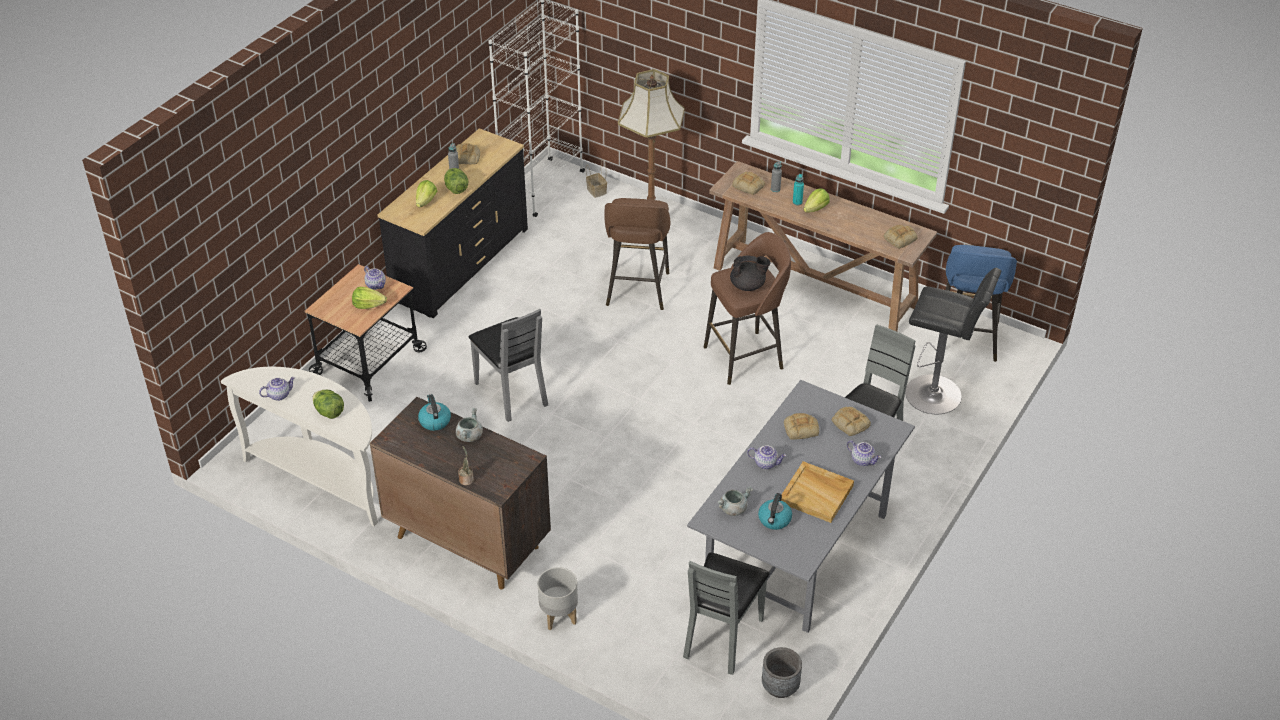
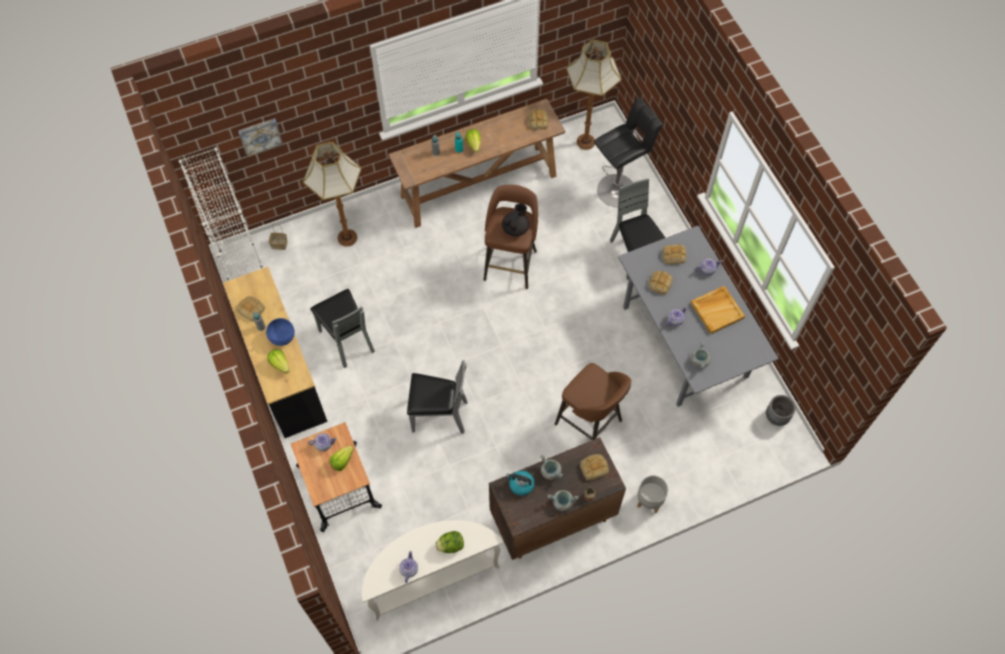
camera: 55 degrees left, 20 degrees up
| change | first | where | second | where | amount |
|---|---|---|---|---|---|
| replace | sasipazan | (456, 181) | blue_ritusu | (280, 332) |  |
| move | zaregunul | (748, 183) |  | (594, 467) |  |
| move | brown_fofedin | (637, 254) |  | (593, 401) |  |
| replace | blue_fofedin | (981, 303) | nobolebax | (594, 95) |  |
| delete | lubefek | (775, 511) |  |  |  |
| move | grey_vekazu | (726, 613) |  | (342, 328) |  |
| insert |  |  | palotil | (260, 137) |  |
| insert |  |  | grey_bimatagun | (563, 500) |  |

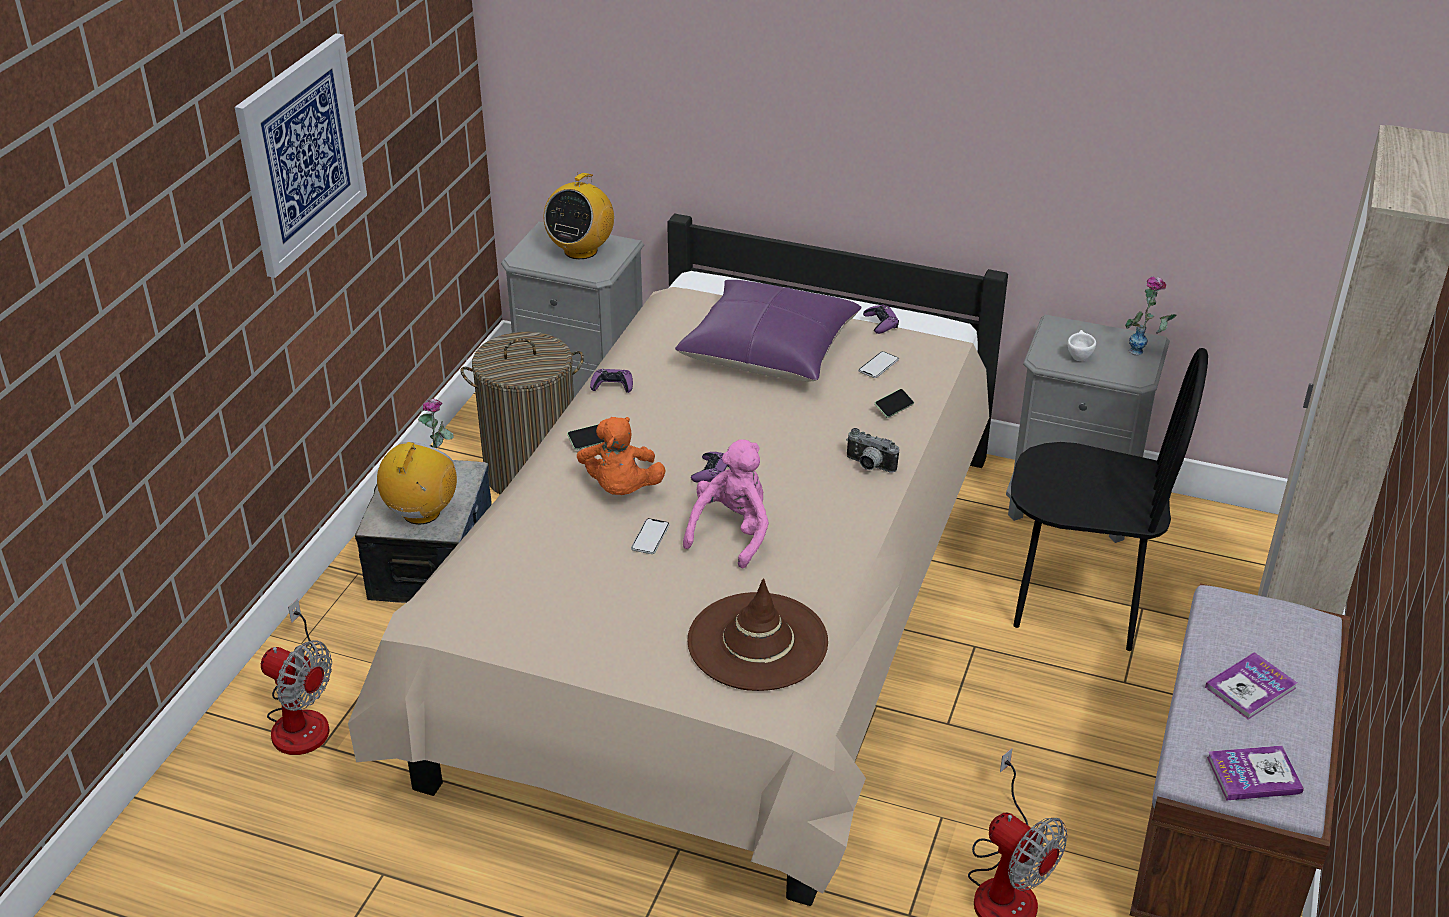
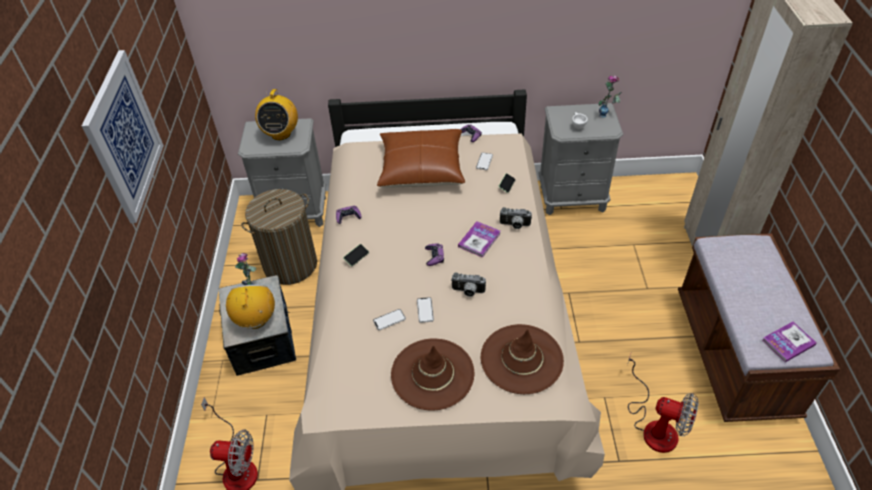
camera: 20 degrees left, 10 degrees up
| change | first | where | second | where | amount |
|---|---|---|---|---|---|
| recolor | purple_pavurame | (768, 331) | brown_pavurame | (421, 158) |  |
| delete | black_vekazu | (1109, 499) |  |  |  |
| delete | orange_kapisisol | (621, 456) |  |  |  |
| replace | pink_kapisisol | (726, 504) | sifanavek | (468, 284) |  |
| move | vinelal | (1251, 685) |  | (479, 239) |  |
| insert |  |  | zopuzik | (389, 319) |  |
| insert |  |  | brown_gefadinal | (432, 375) |  |

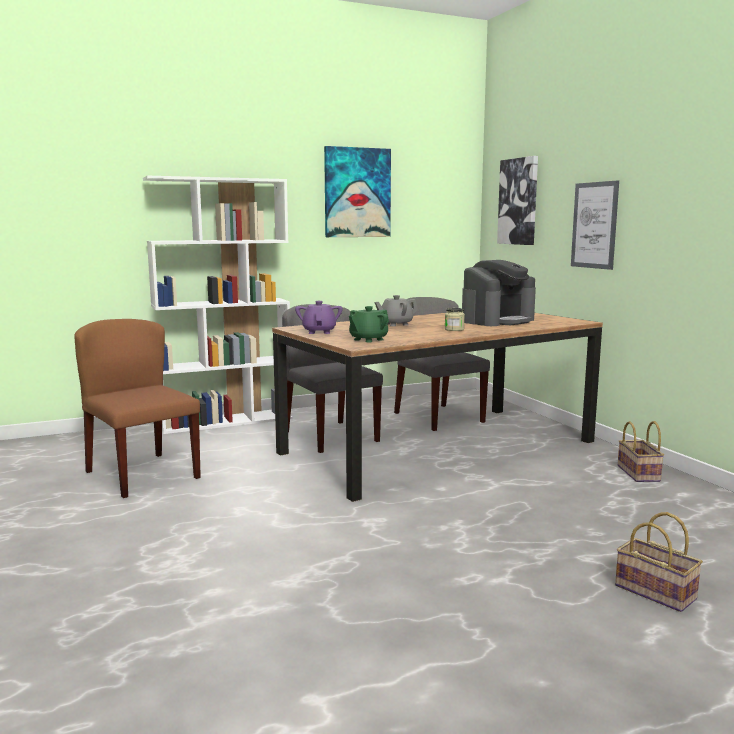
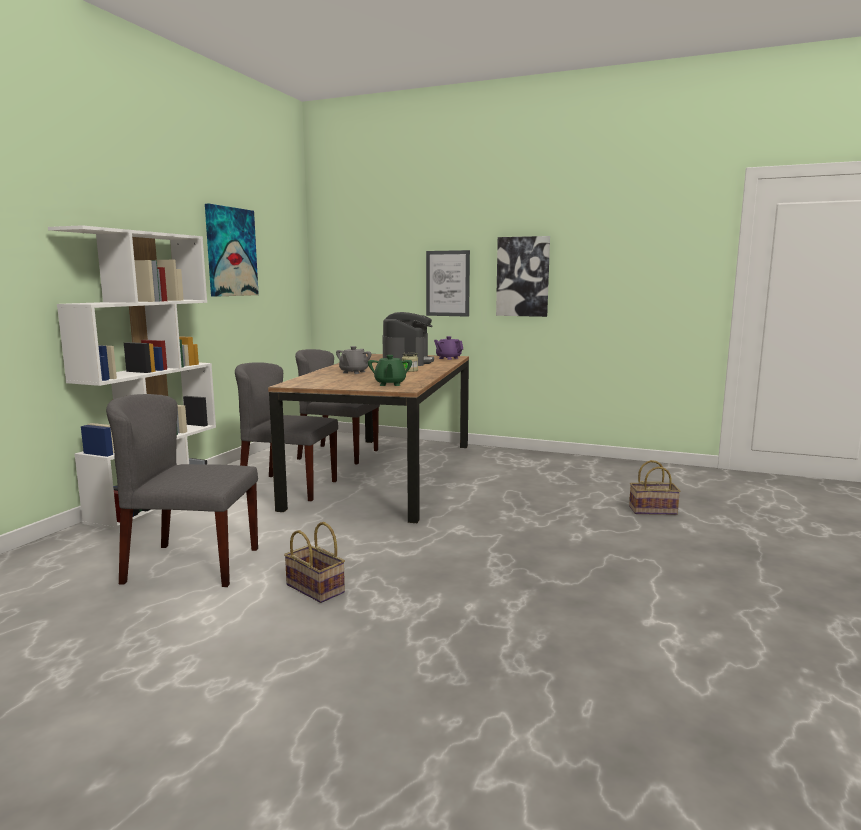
camera: 45 degrees left, 0 degrees up
| change | first | where | second | where | amount |
|---|---|---|---|---|---|
| move | palotil | (517, 200) |  | (523, 276) |  |
| move | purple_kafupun | (319, 317) |  | (448, 348) |  |
| recolor | brown_vekazu | (137, 408) | grey_vekazu | (182, 490) |  |
| move | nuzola | (641, 451) |  | (314, 562) |  |

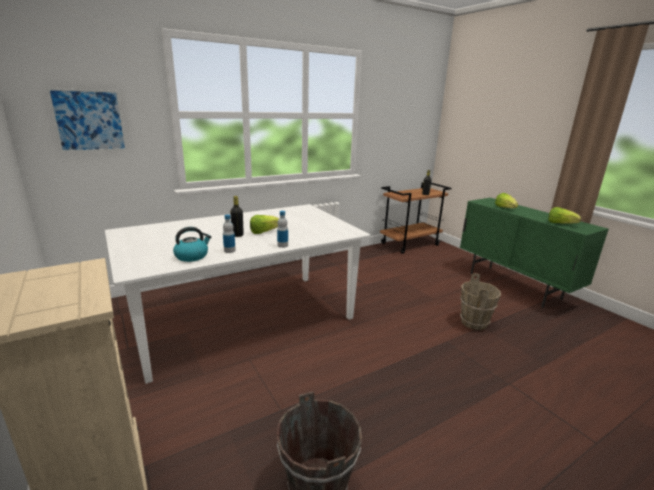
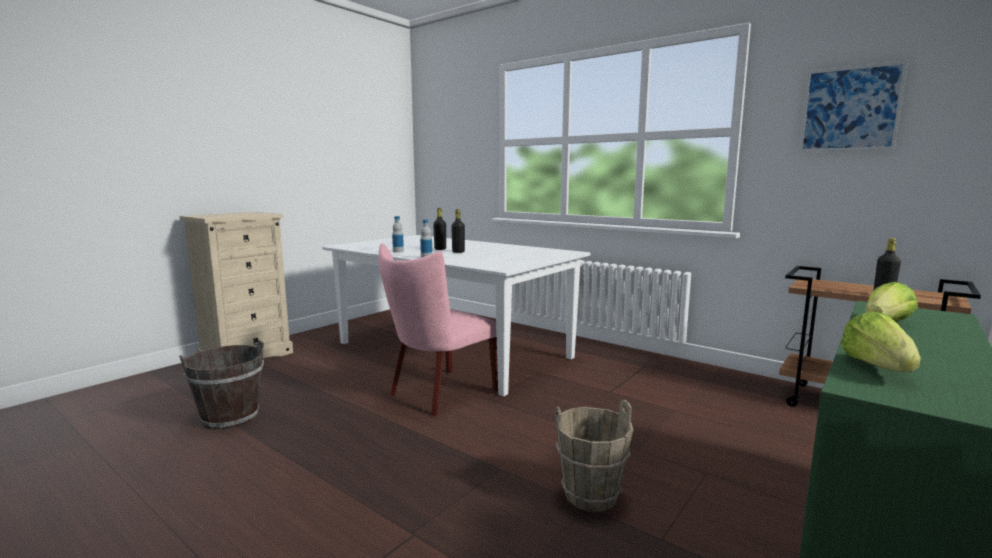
camera: 70 degrees right, 10 degrees down
| change | first | where | second | where | amount |
|---|---|---|---|---|---|
| move | palotil | (87, 120) |  | (853, 106) |  |
| replace | sasipazan | (264, 224) | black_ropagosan | (458, 231) |  |
| delete | lubefek | (192, 244) |  |  |  |
| insert |  |  | pink_vekazu | (438, 329) |  |

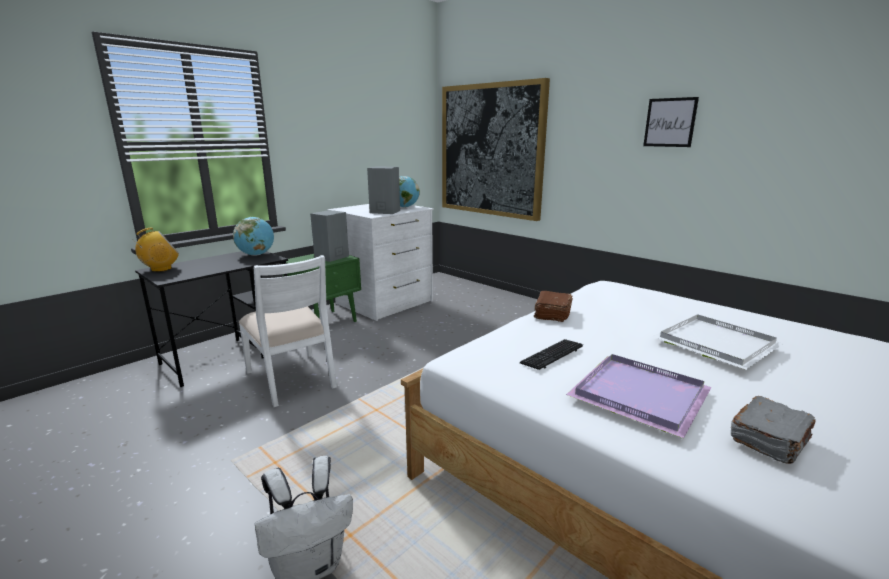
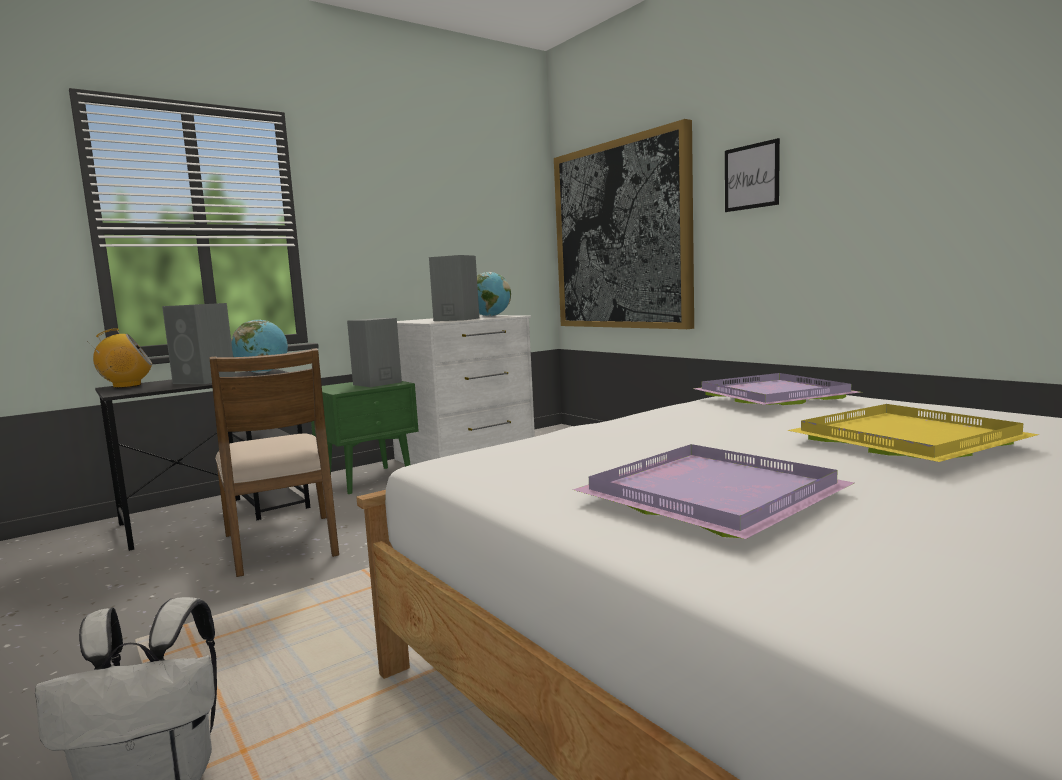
camera: 10 degrees right, 10 degrees down
| change | first | where | second | where | amount |
|---|---|---|---|---|---|
| move | palotil | (671, 122) |  | (752, 175) |  |
| recolor | white_vekazu | (288, 331) | brown_vekazu | (274, 462) |  |
| delete | brown_vinelal | (553, 306) |  |  |  |
| recolor | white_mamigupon | (717, 342) | yellow_mamigupon | (913, 433) |  |
| delete | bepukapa | (551, 354) |  |  |  |
| delete | grey_vinelal | (773, 430) |  |  |  |
| insert |  |  | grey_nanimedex | (199, 343) |  |
| insert |  |  | purple_mamigupon | (776, 389) |  |

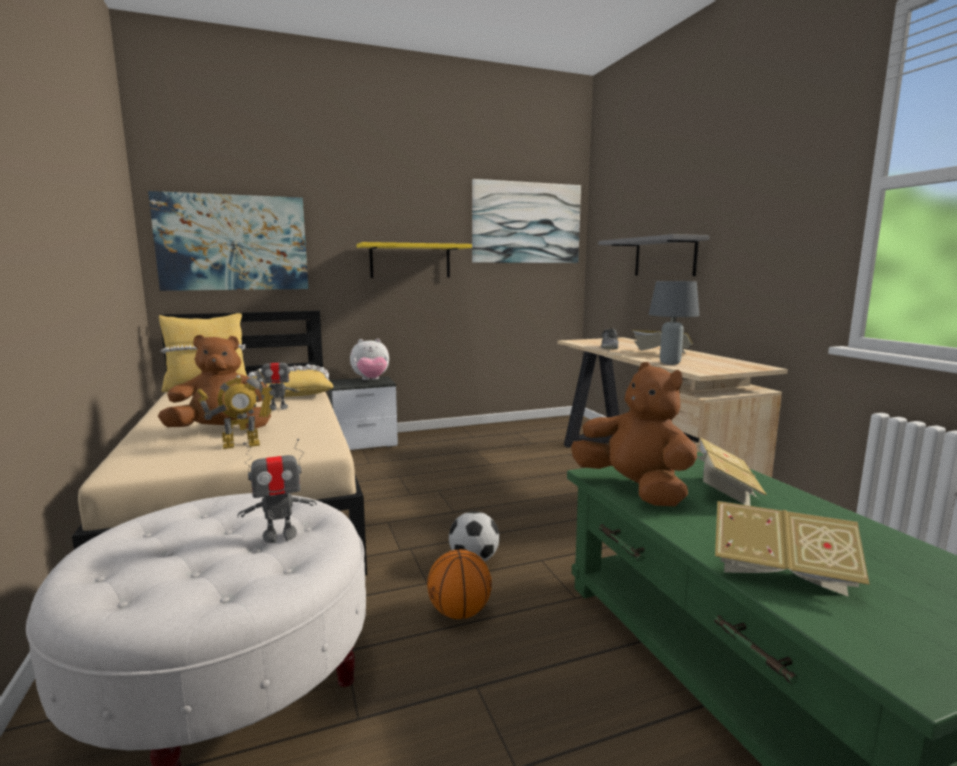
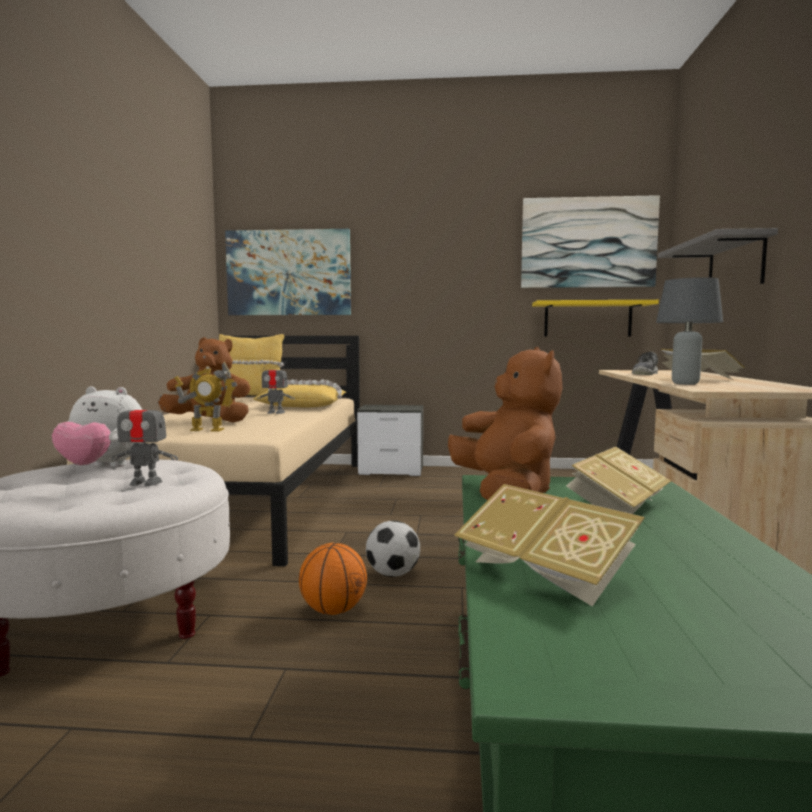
camera: 25 degrees right, 5 degrees down
| change | first | where | second | where | amount |
|---|---|---|---|---|---|
| move | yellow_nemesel | (414, 260) |  | (595, 318) |  |
| move | kapisisol | (369, 359) |  | (97, 426) |  |

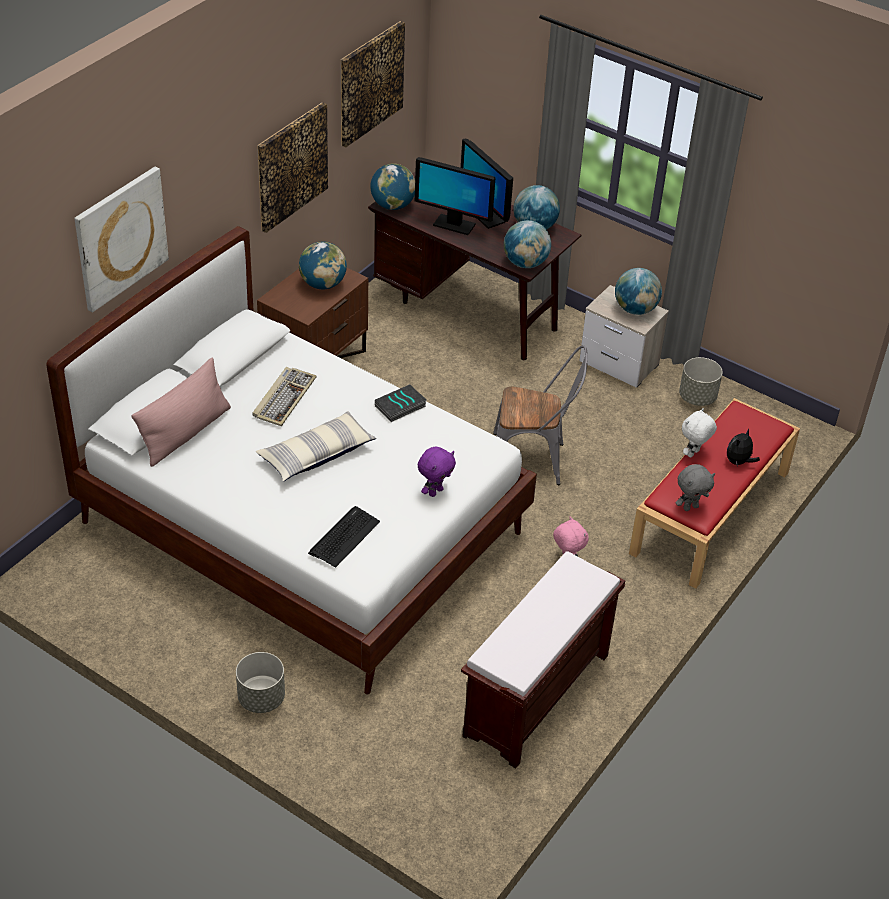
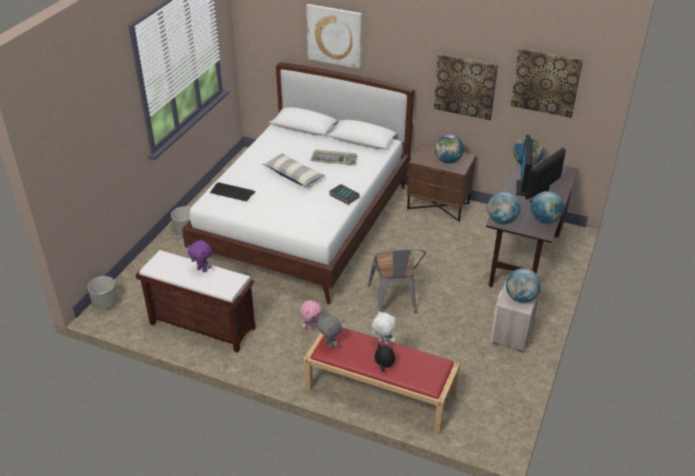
camera: 80 degrees right, 5 degrees down
| change | first | where | second | where | amount |
|---|---|---|---|---|---|
| move | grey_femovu | (701, 381) |  | (103, 292) |  |
| delete | pink_pavurame | (181, 412) |  |  |  |
| move | purple_kapisisol | (437, 471) |  | (200, 256) |  |

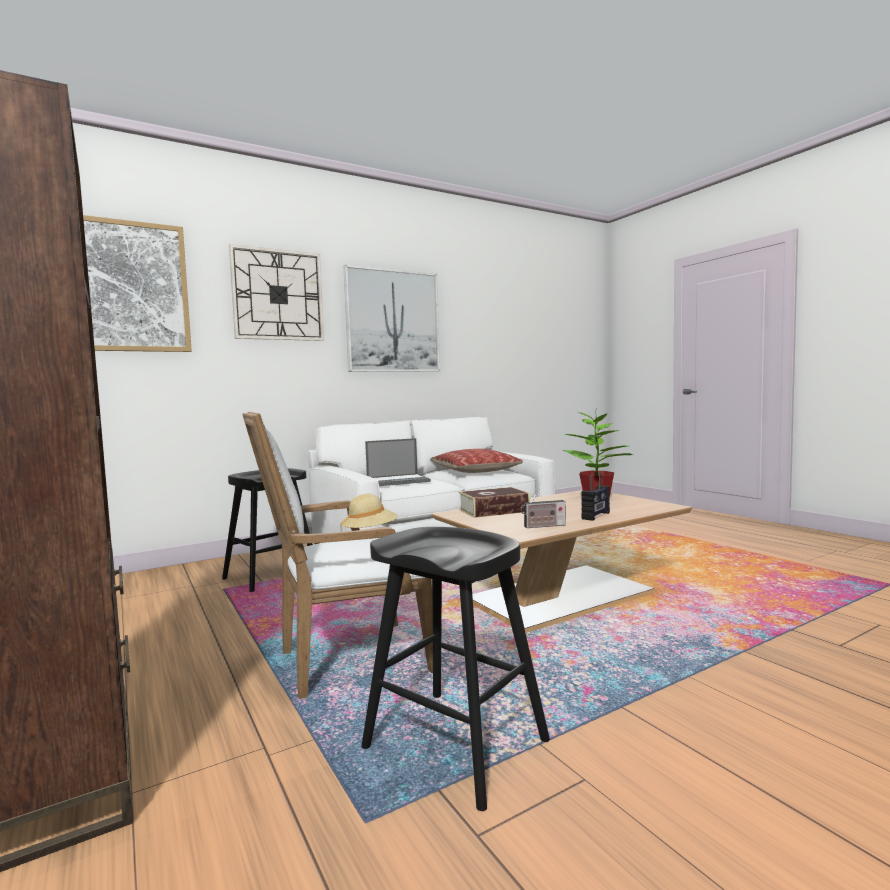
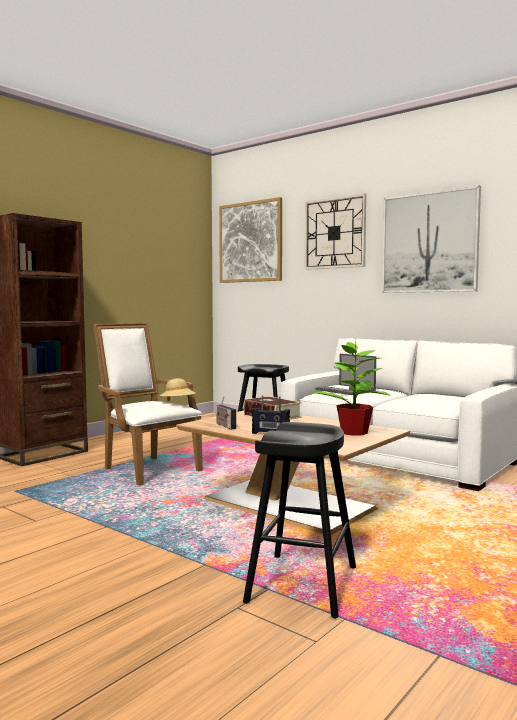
camera: 70 degrees right, 0 degrees up
| change | first | where | second | where | amount |
|---|---|---|---|---|---|
| delete | pavurame | (476, 461) |  |  |  |
| move | black_fofedin | (455, 669) |  | (299, 520) |  |

